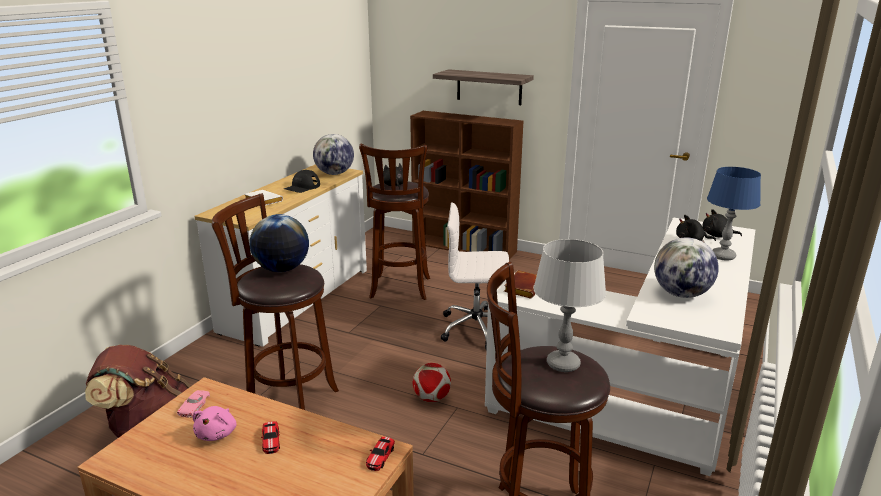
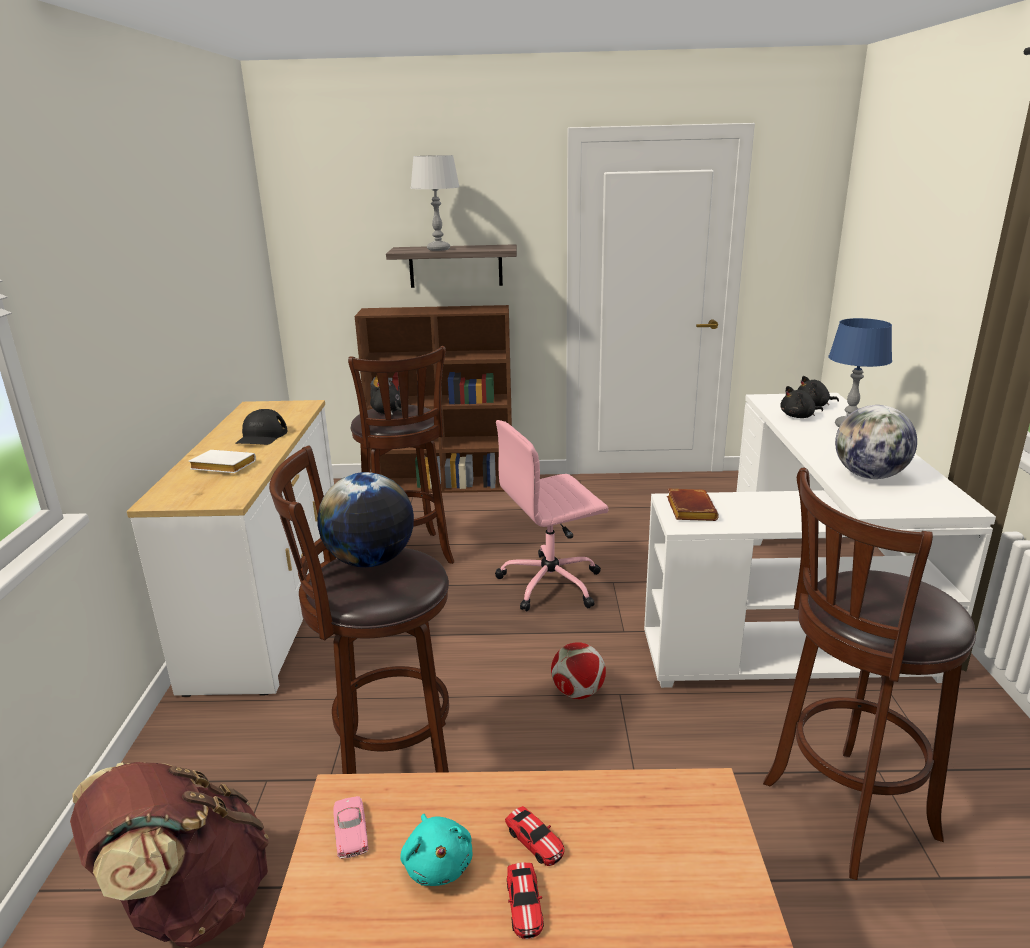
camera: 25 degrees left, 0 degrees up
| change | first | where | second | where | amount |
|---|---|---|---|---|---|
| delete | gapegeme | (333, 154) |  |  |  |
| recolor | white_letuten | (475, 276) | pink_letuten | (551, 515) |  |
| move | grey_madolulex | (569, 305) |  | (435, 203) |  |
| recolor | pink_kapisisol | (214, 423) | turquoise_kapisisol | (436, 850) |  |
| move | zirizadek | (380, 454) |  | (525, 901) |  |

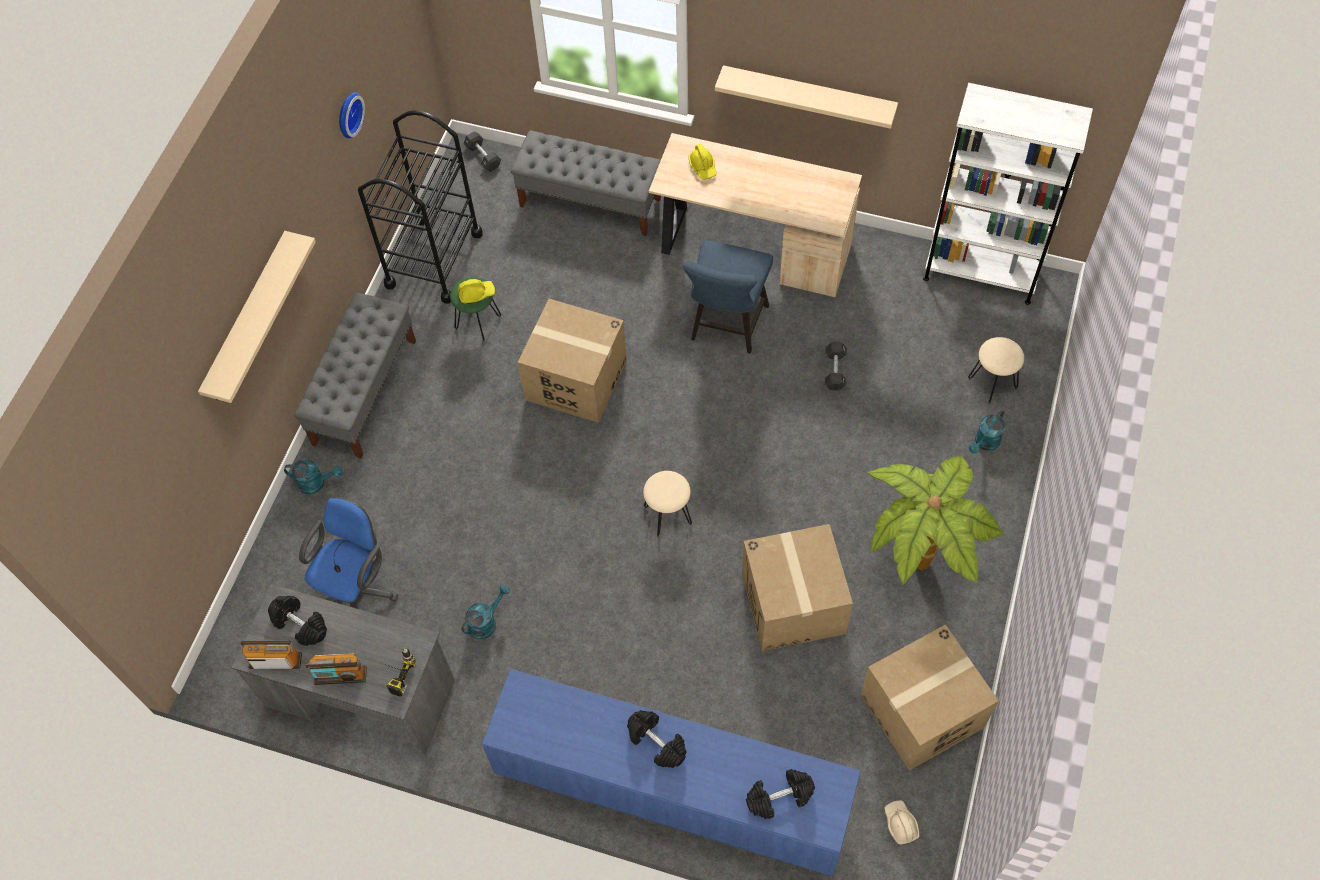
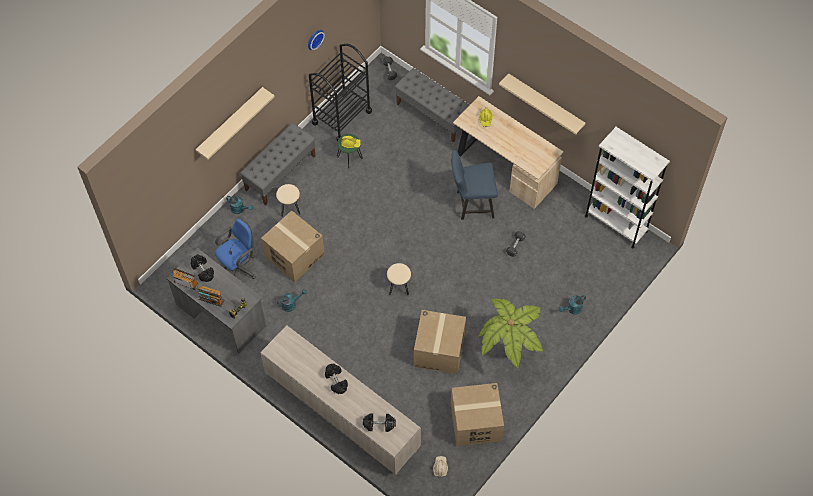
camera: 20 degrees right, 0 degrees up
| change | first | where | second | where | amount |
|---|---|---|---|---|---|
| rotate | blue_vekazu | (728, 296) |  | (474, 185) | 45 degrees clockwise |
| move | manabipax | (572, 361) |  | (293, 246) |  |
| move | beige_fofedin | (996, 370) |  | (288, 200) |  |
| recolor | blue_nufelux | (671, 772) | beige_nufelux | (340, 400) |  |

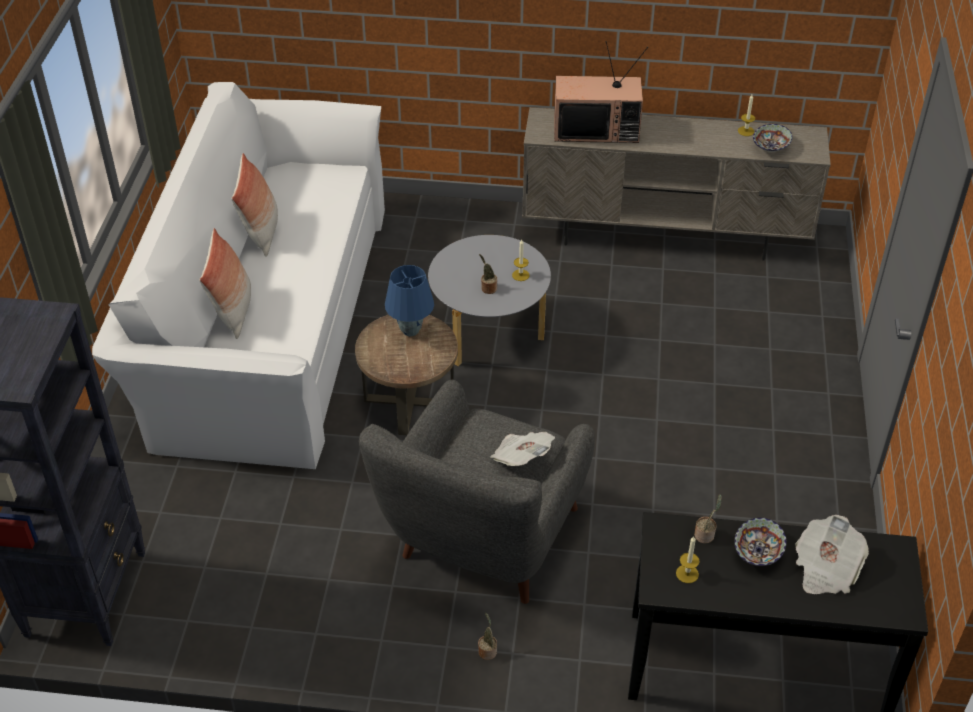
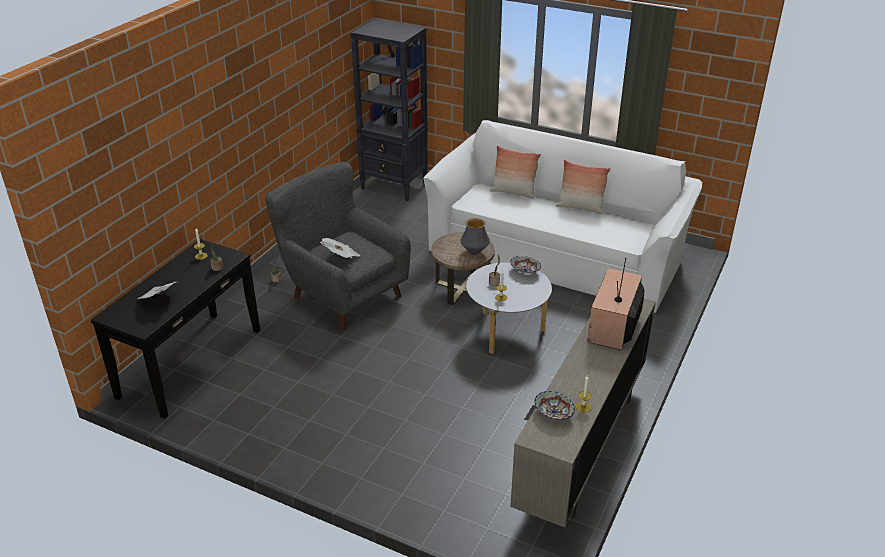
camera: 110 degrees right, 10 degrees down
| change | first | where | second | where | amount |
|---|---|---|---|---|---|
| replace | blue_madolulex | (409, 301) | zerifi | (475, 236) |  |
| move | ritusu | (760, 541) |  | (525, 265) |  |

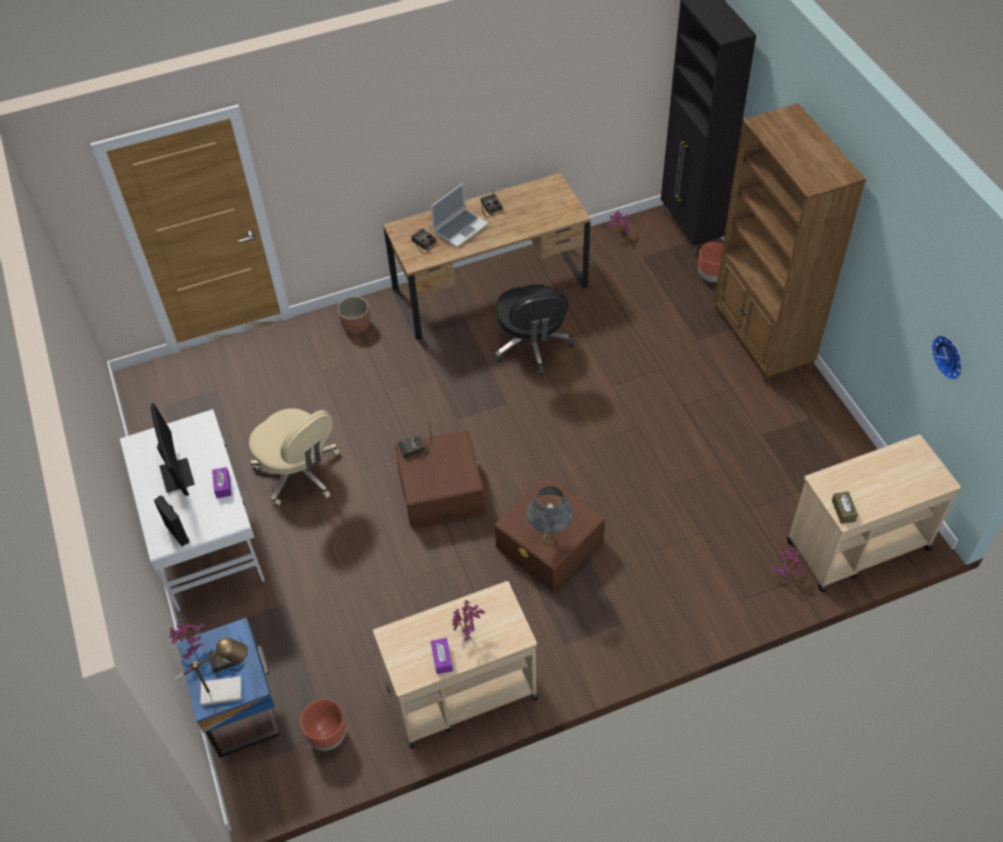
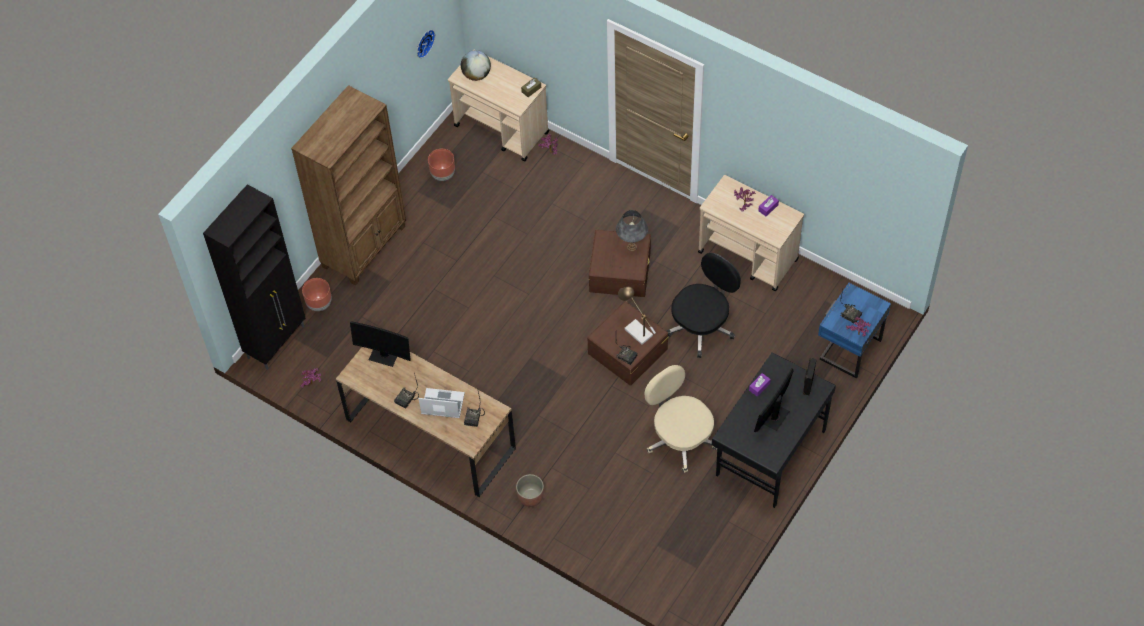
camera: 125 degrees left, 5 degrees up
| change | first | where | second | where | amount |
|---|---|---|---|---|---|
| move | black_letuten | (534, 330) |  | (704, 305) |  |
| rotate | beige_letuten | (294, 457) |  | (681, 419) | 45 degrees counterclockwise |
| recolor | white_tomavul | (192, 510) | black_tomavul | (774, 430) |  |
| move | madolulex | (211, 672) |  | (637, 316) |  |
| move | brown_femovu | (323, 725) |  | (441, 165) |  |
| insert |  |  | gapegeme | (476, 65) |  |
| insert |  |  | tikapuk | (380, 344) |  |

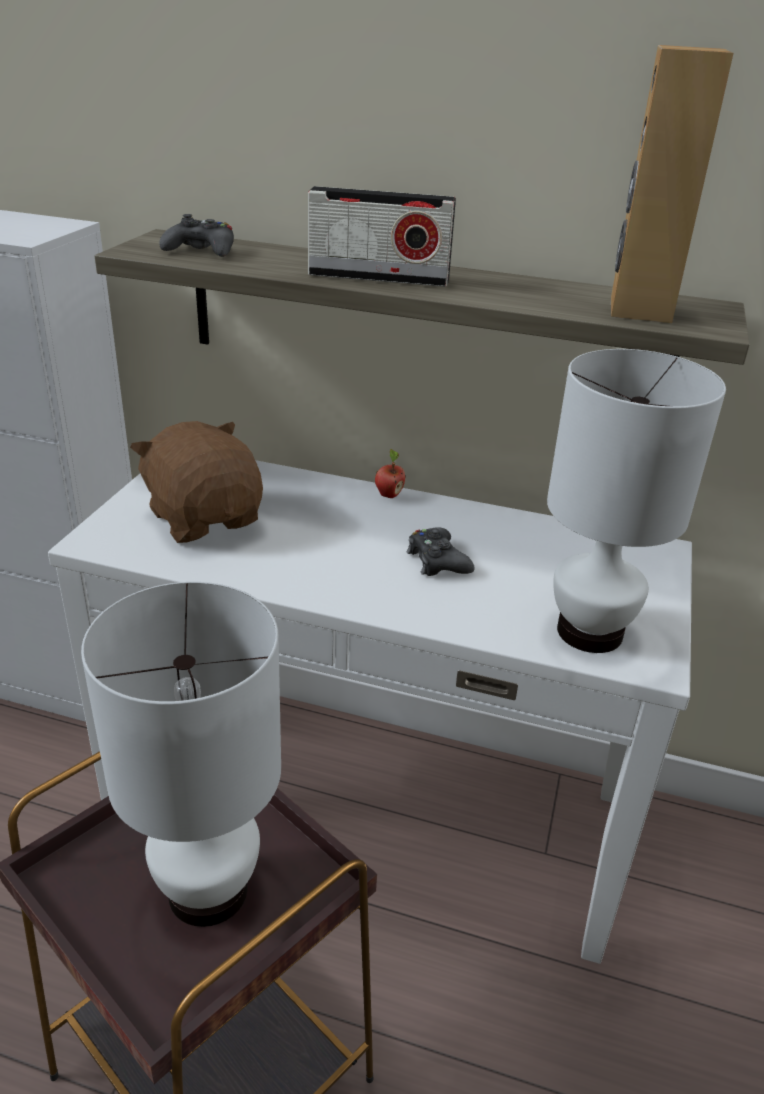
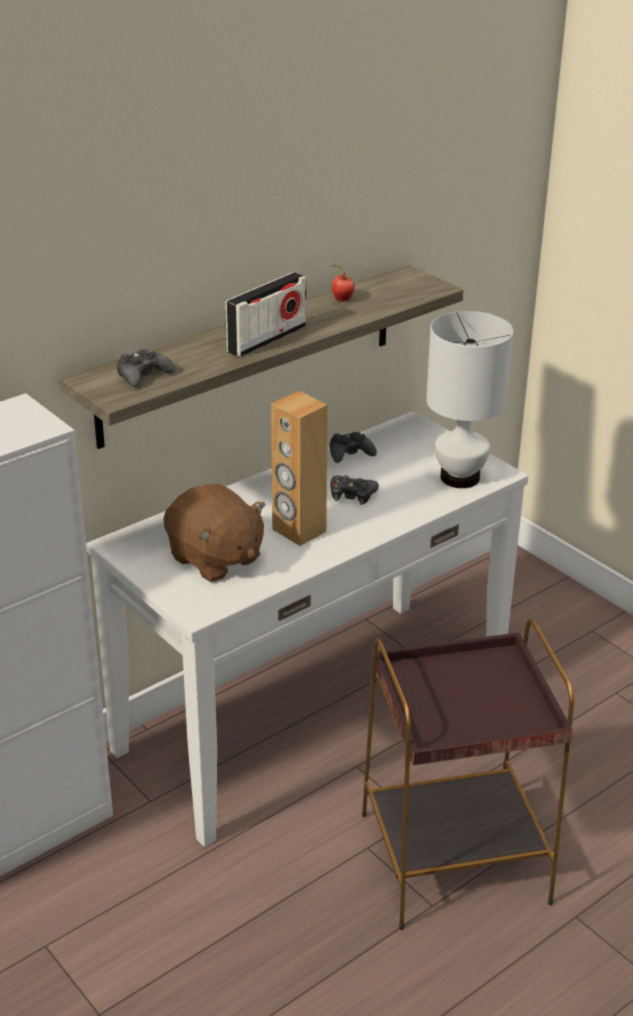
camera: 55 degrees left, 0 degrees up
| change | first | where | second | where | amount |
|---|---|---|---|---|---|
| move | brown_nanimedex | (672, 184) |  | (299, 468) |  |
| rotate | brown_kapisisol | (196, 482) |  | (214, 533) | 135 degrees counterclockwise |
| move | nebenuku | (390, 473) |  | (343, 283) |  |
| delete | white_madolulex | (181, 754) |  |  |  |
| insert |  |  | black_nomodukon | (353, 447) |  |

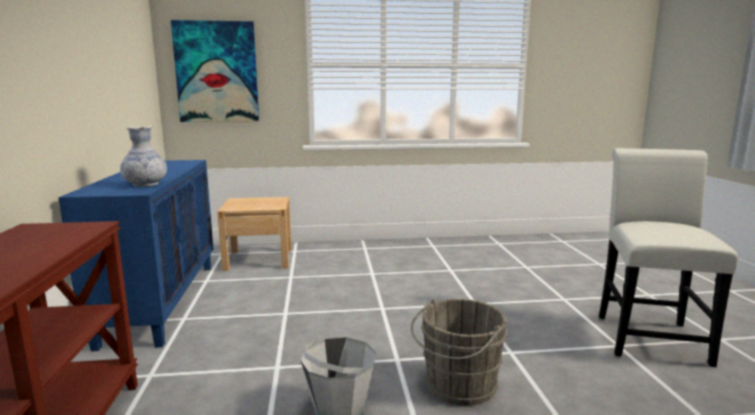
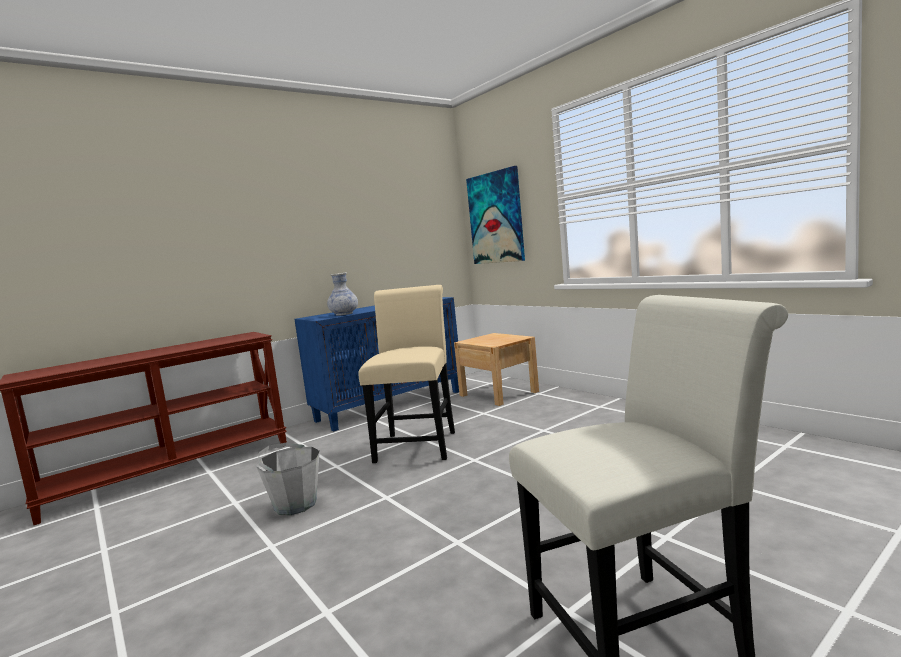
camera: 60 degrees right, 5 degrees down
| change | first | where | second | where | amount |
|---|---|---|---|---|---|
| delete | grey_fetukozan | (459, 352) |  |  |  |
| insert |  |  | beige_vekazu | (406, 374) |  |

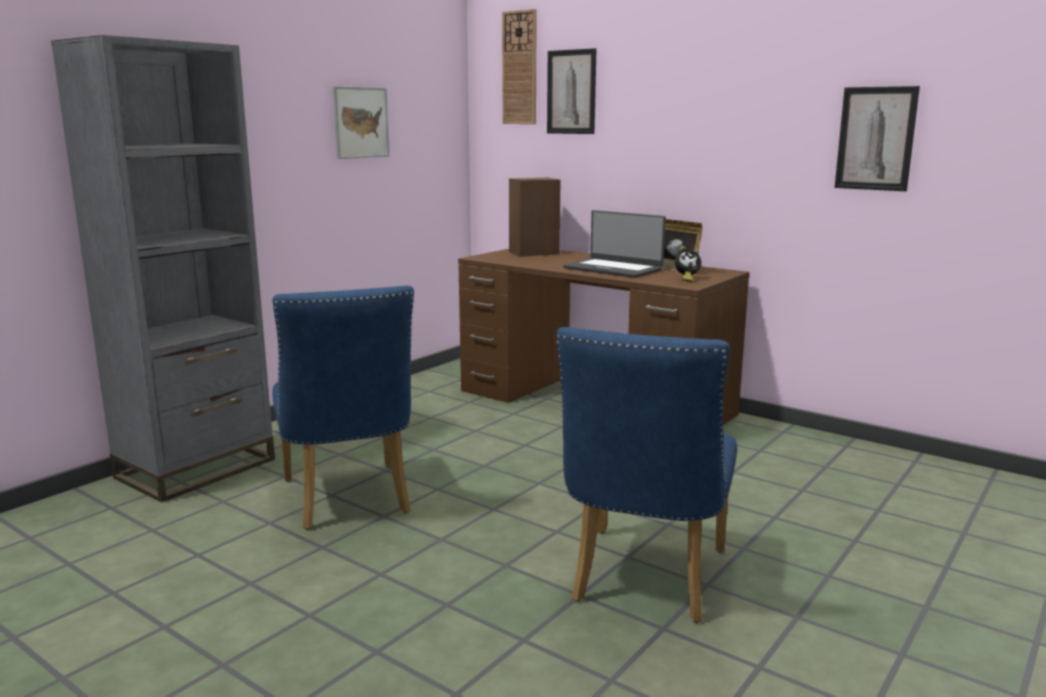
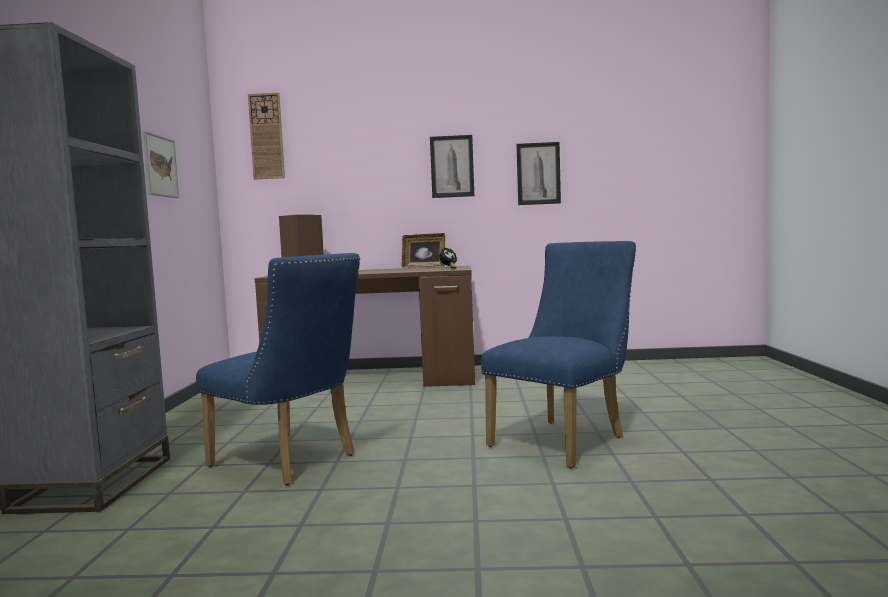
camera: 35 degrees left, 10 degrees down
| change | first | where | second | where | amount |
|---|---|---|---|---|---|
| move | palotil | (572, 91) |  | (452, 166) |  |
| delete | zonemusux | (614, 244) |  |  |  |
| rotate | blue_vekazu | (646, 475) |  | (558, 355) | 120 degrees counterclockwise |

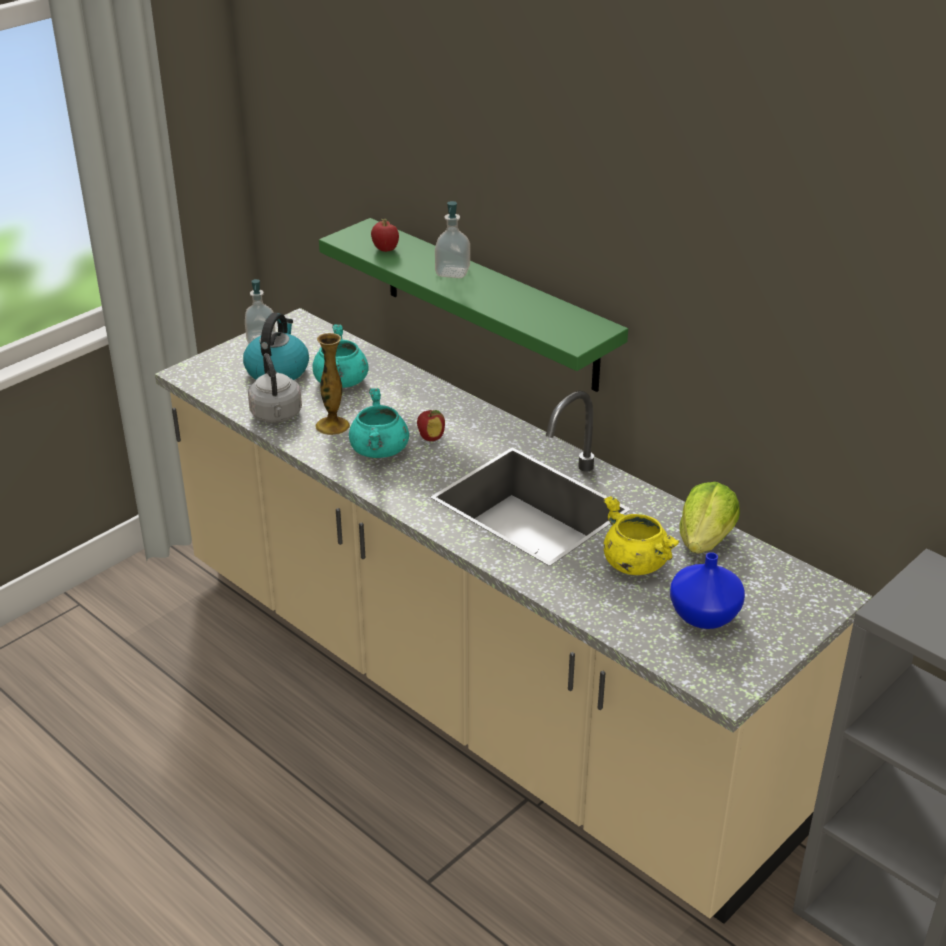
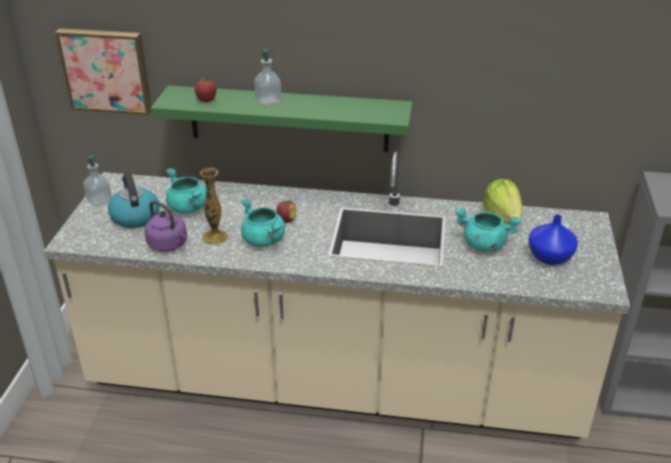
camera: 35 degrees left, 0 degrees up
| change | first | where | second | where | amount |
|---|---|---|---|---|---|
| recolor | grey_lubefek | (275, 388) | purple_lubefek | (166, 226) |  |
| recolor | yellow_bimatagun | (641, 535) | turquoise_bimatagun | (488, 230) |  |
| insert |  |  | palotil | (103, 71) |  |

